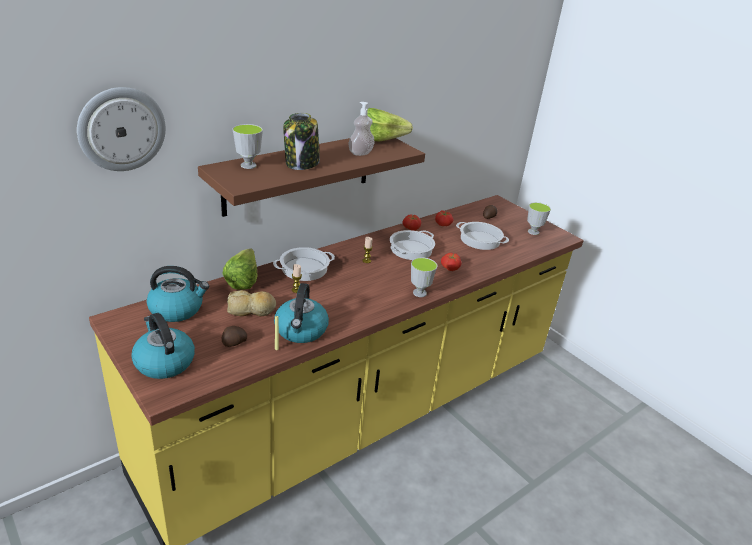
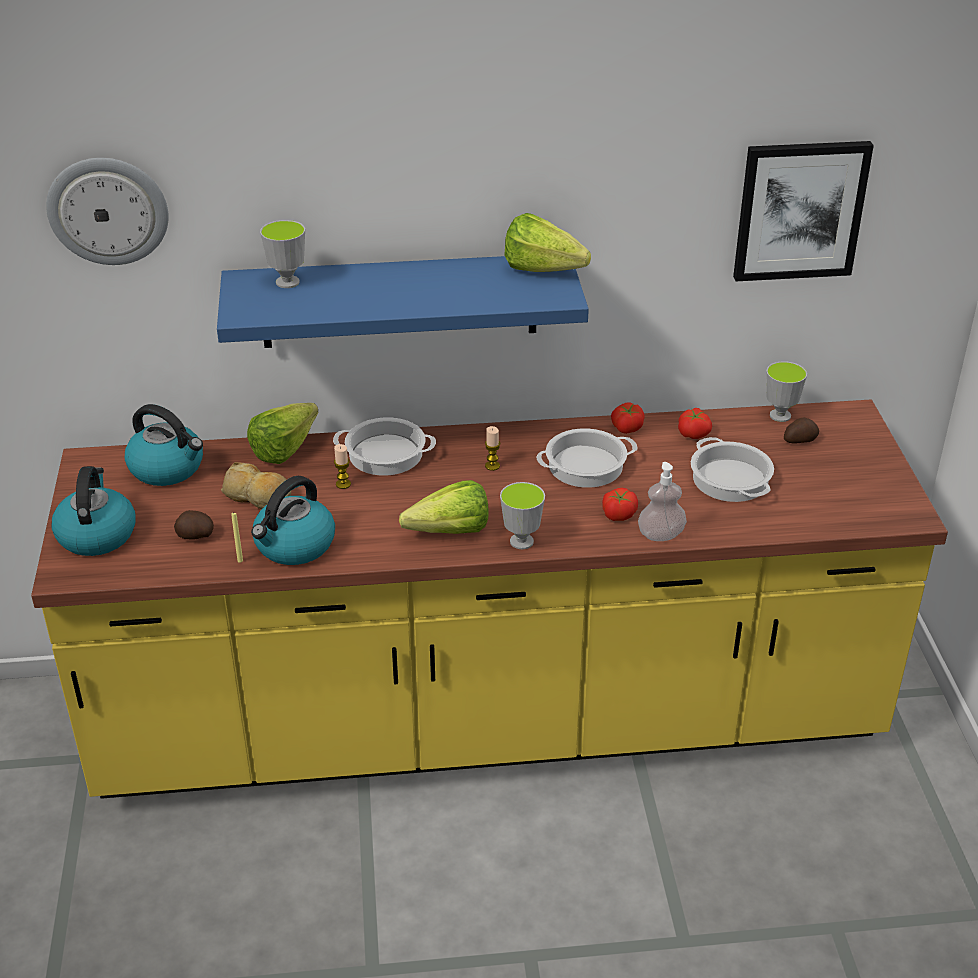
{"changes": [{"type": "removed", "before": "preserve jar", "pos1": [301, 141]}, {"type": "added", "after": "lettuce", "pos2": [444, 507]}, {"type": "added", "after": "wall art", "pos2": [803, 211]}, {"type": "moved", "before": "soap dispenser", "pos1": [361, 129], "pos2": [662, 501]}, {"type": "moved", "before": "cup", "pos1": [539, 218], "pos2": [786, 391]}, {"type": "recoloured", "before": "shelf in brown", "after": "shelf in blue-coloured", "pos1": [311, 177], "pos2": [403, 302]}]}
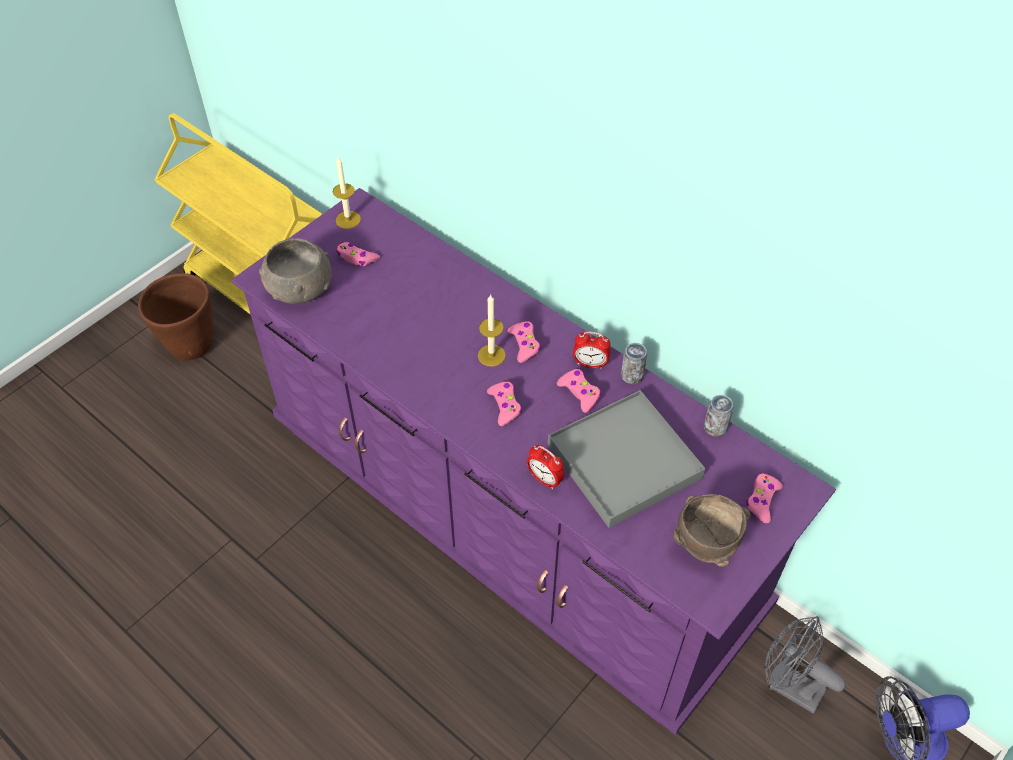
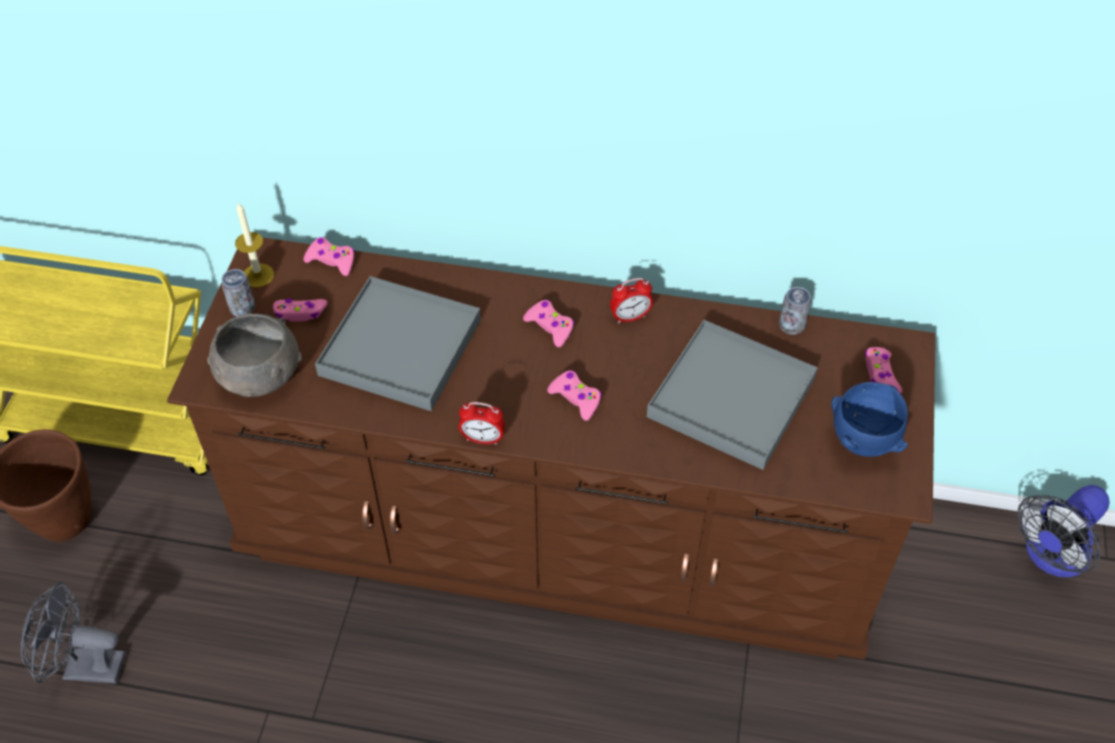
{"changes": [{"type": "removed", "before": "wax light", "pos1": [492, 330]}, {"type": "added", "after": "tray in gray", "pos2": [398, 343]}, {"type": "moved", "before": "bedside clock", "pos1": [545, 467], "pos2": [482, 423]}, {"type": "moved", "before": "joypad in pink-coloured", "pos1": [579, 391], "pos2": [329, 256]}, {"type": "moved", "before": "can", "pos1": [634, 363], "pos2": [238, 292]}, {"type": "moved", "before": "electric fan in gray", "pos1": [805, 665], "pos2": [73, 633]}, {"type": "recoloured", "before": "drawer chest in purple-coloured", "after": "drawer chest in brown", "pos1": [533, 461], "pos2": [551, 448]}, {"type": "recoloured", "before": "bowl in brown", "after": "bowl in blue-coloured", "pos1": [712, 530], "pos2": [869, 419]}]}
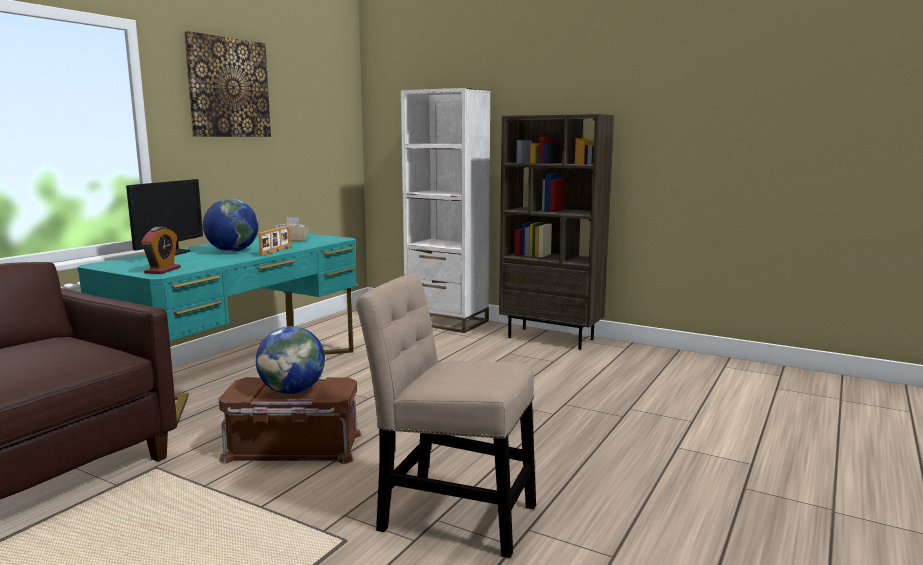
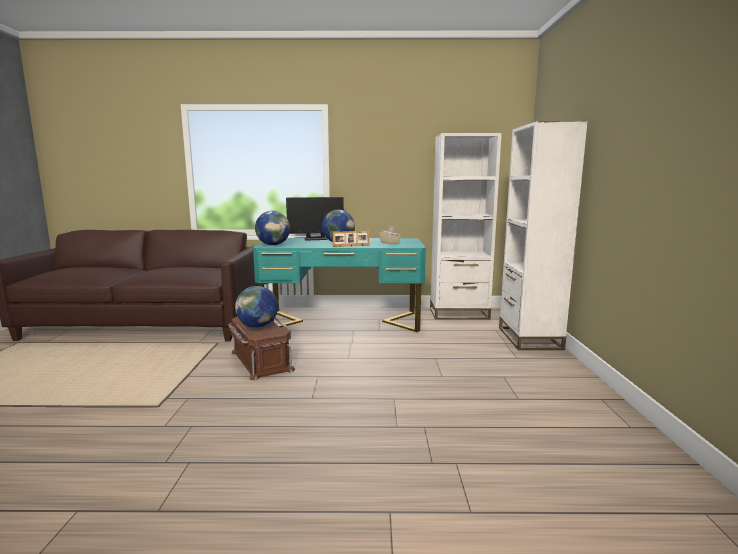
{"changes": [{"type": "removed", "before": "wall art", "pos1": [227, 84]}, {"type": "removed", "before": "chair in sand-coloured", "pos1": [446, 415]}, {"type": "removed", "before": "bookshelf in brown", "pos1": [556, 232]}, {"type": "added", "after": "bookshelf in whitish", "pos2": [466, 226]}, {"type": "replaced", "before": "bedside clock", "after": "desk globe", "pos1": [161, 250], "pos2": [272, 228]}]}
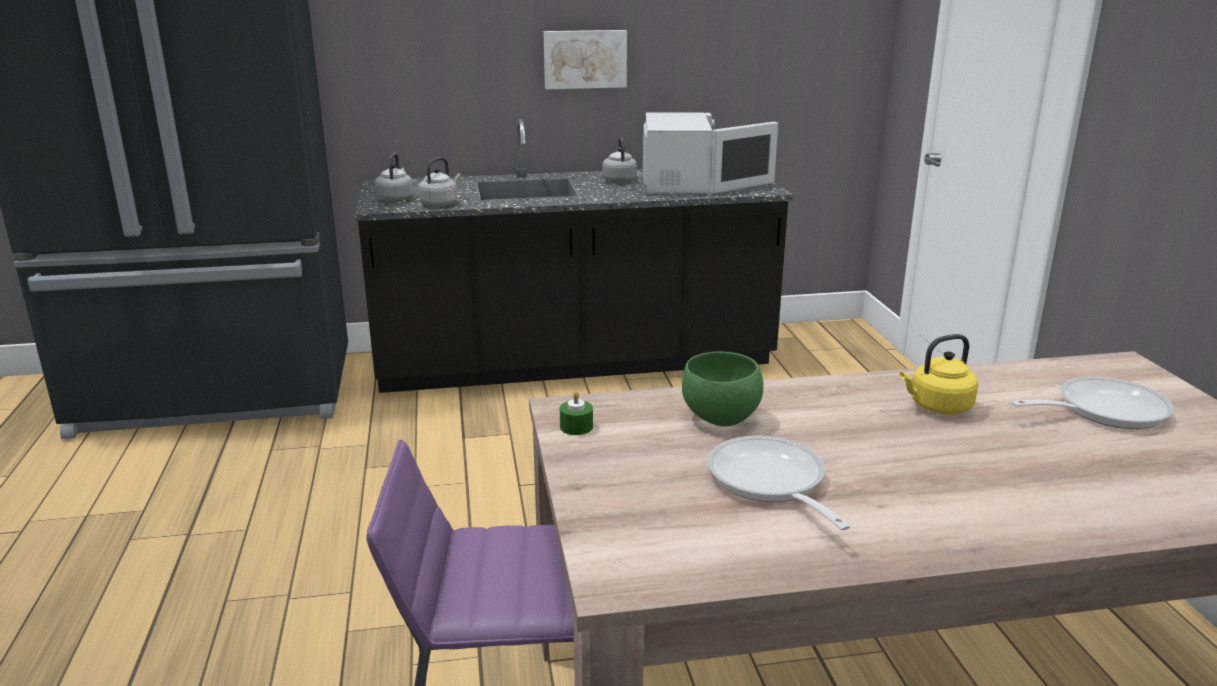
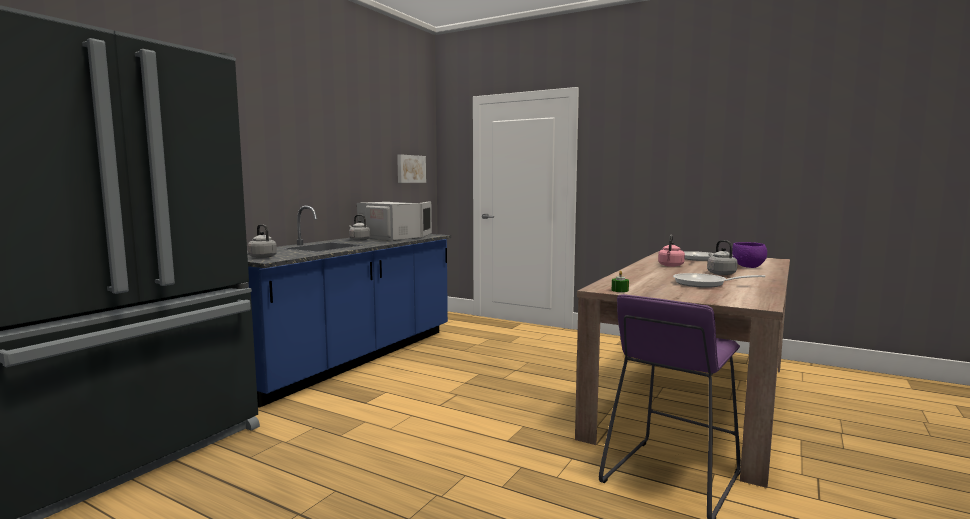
{"changes": [{"type": "removed", "before": "bowl in green-coloured", "pos1": [722, 389]}, {"type": "added", "after": "bowl in purple-coloured", "pos2": [749, 255]}, {"type": "moved", "before": "kettle in gray", "pos1": [439, 182], "pos2": [722, 257]}, {"type": "moved", "before": "wall art", "pos1": [585, 59], "pos2": [411, 168]}, {"type": "recoloured", "before": "counter in black-coloured", "after": "counter in blue-coloured", "pos1": [574, 256], "pos2": [349, 307]}, {"type": "recoloured", "before": "kettle in yellow", "after": "kettle in pink-coloured", "pos1": [939, 374], "pos2": [671, 251]}]}
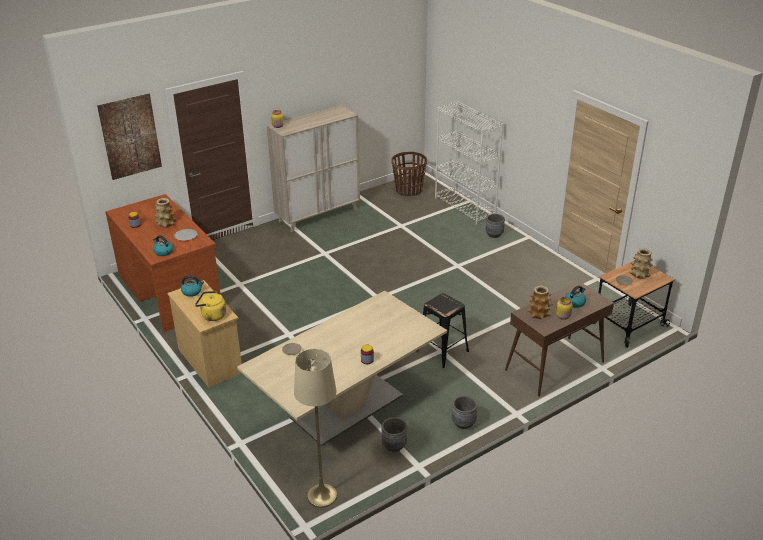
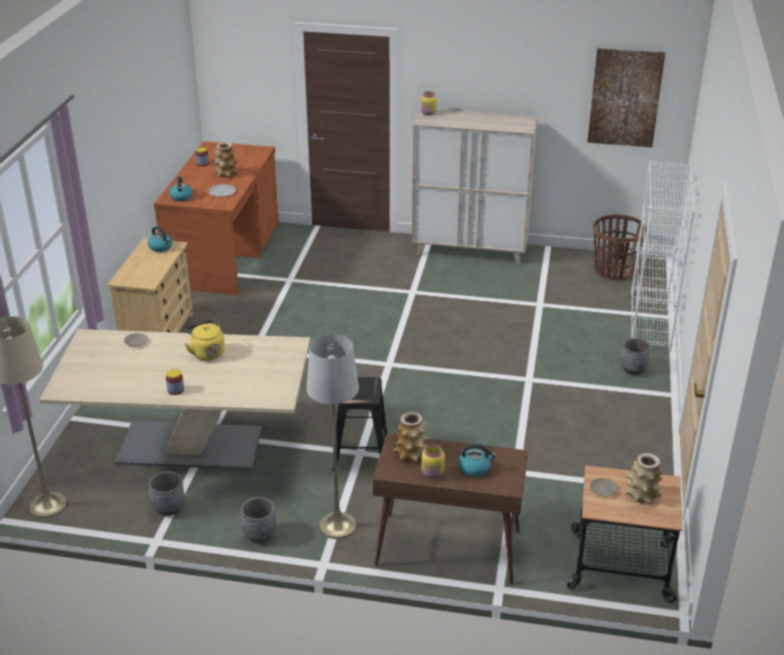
{"changes": [{"type": "added", "after": "standard lamp in gray", "pos2": [333, 436]}, {"type": "moved", "before": "wall art", "pos1": [129, 137], "pos2": [626, 97]}, {"type": "moved", "before": "kettle in yellow", "pos1": [210, 306], "pos2": [205, 340]}]}
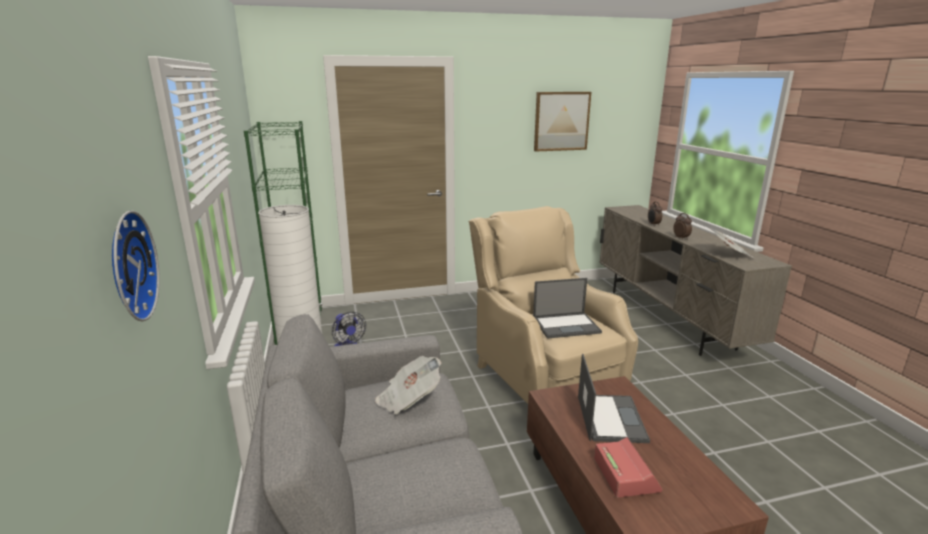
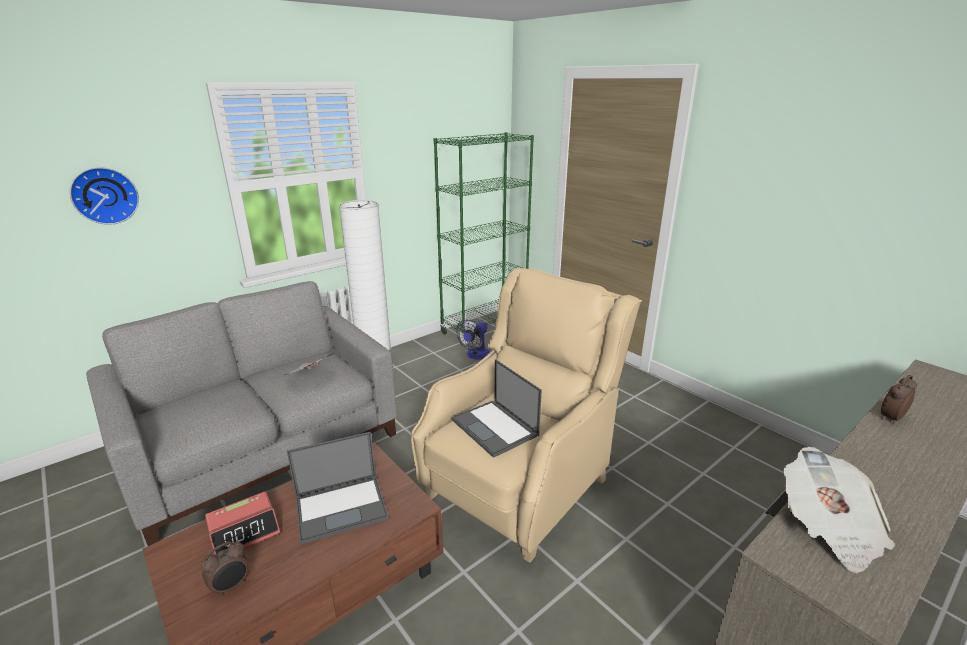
{"changes": [{"type": "removed", "before": "wall art", "pos1": [562, 122]}, {"type": "moved", "before": "bedside clock", "pos1": [682, 226], "pos2": [225, 569]}]}
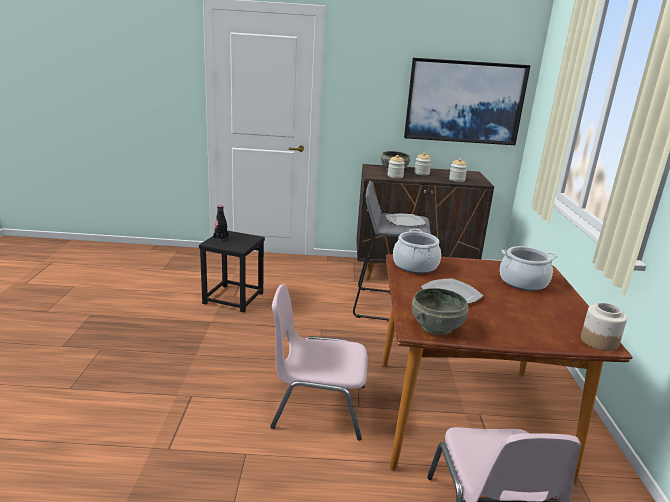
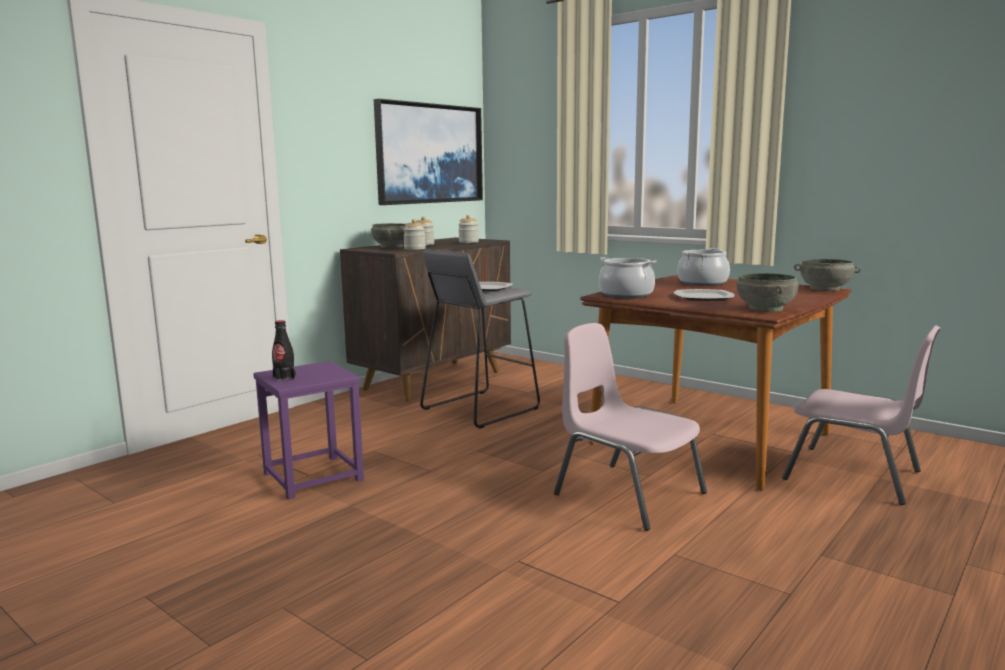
{"changes": [{"type": "replaced", "before": "preserve jar", "after": "bowl in gray", "pos1": [604, 327], "pos2": [827, 275]}, {"type": "recoloured", "before": "sitting stool in black-coloured", "after": "sitting stool in purple-coloured", "pos1": [232, 272], "pos2": [308, 430]}, {"type": "turned", "before": "chair in pink-coloured", "pos1": [319, 362], "pos2": [630, 427], "turn": 90}]}
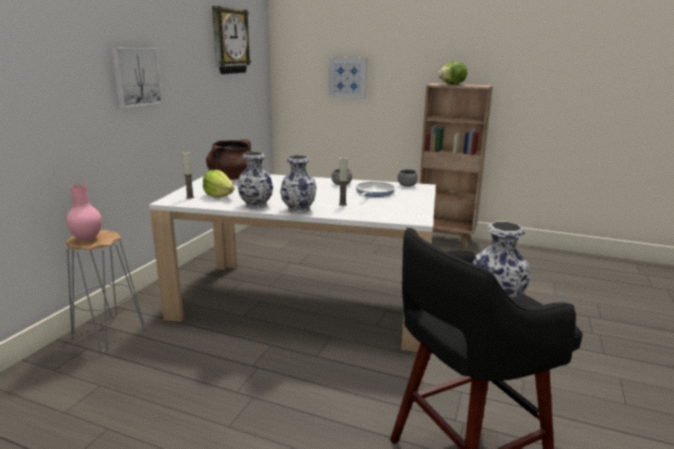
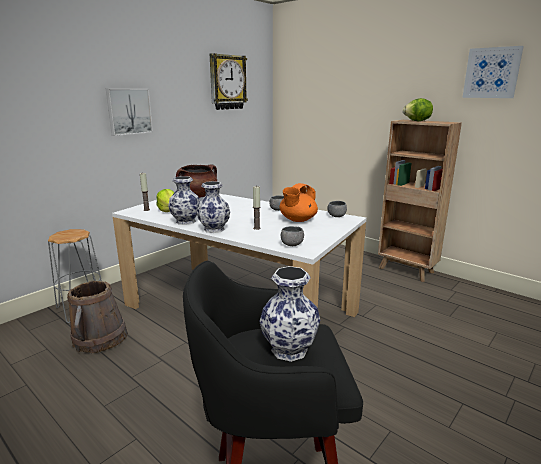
{"changes": [{"type": "removed", "before": "flower vase in pink-coloured", "pos1": [84, 212]}, {"type": "added", "after": "water bucket in brown", "pos2": [97, 317]}, {"type": "added", "after": "bowl in gray", "pos2": [292, 236]}, {"type": "moved", "before": "wall art", "pos1": [348, 78], "pos2": [493, 72]}, {"type": "replaced", "before": "skillet", "after": "teapot in orange", "pos1": [375, 189], "pos2": [298, 202]}]}
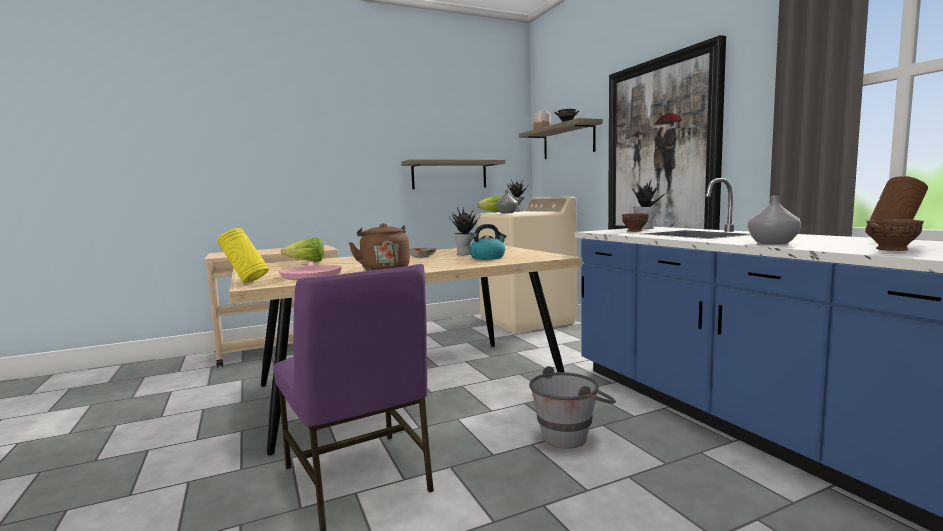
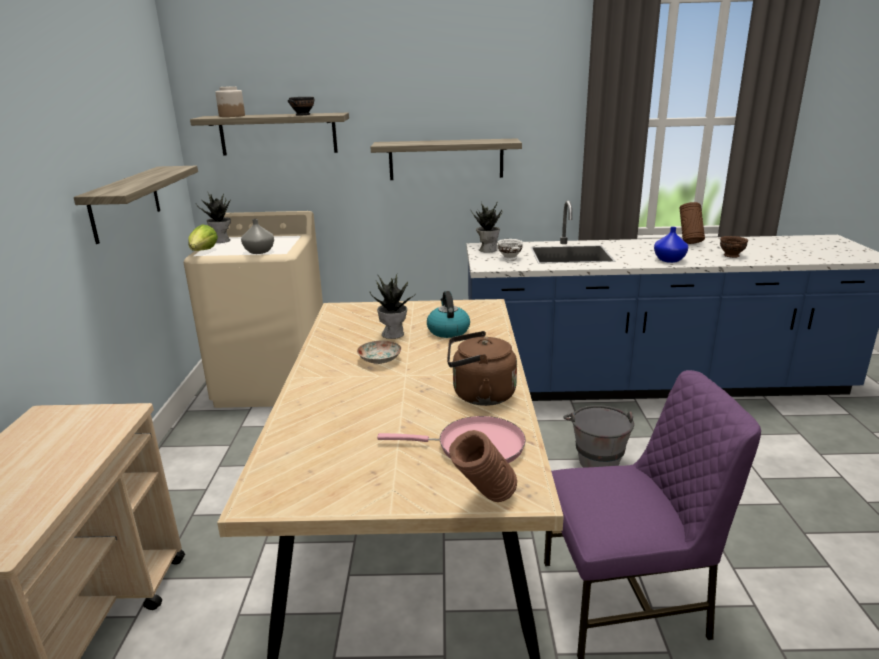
{"changes": [{"type": "removed", "before": "lettuce", "pos1": [302, 249]}, {"type": "replaced", "before": "wall art", "after": "shelf", "pos1": [667, 132], "pos2": [446, 159]}, {"type": "recoloured", "before": "flower vase in yellow", "after": "flower vase in brown", "pos1": [243, 255], "pos2": [483, 466]}, {"type": "recoloured", "before": "bowl in brown", "after": "bowl in whitish", "pos1": [635, 222], "pos2": [510, 249]}, {"type": "recoloured", "before": "flower vase in gray", "after": "flower vase in blue-coloured", "pos1": [774, 219], "pos2": [671, 245]}]}
